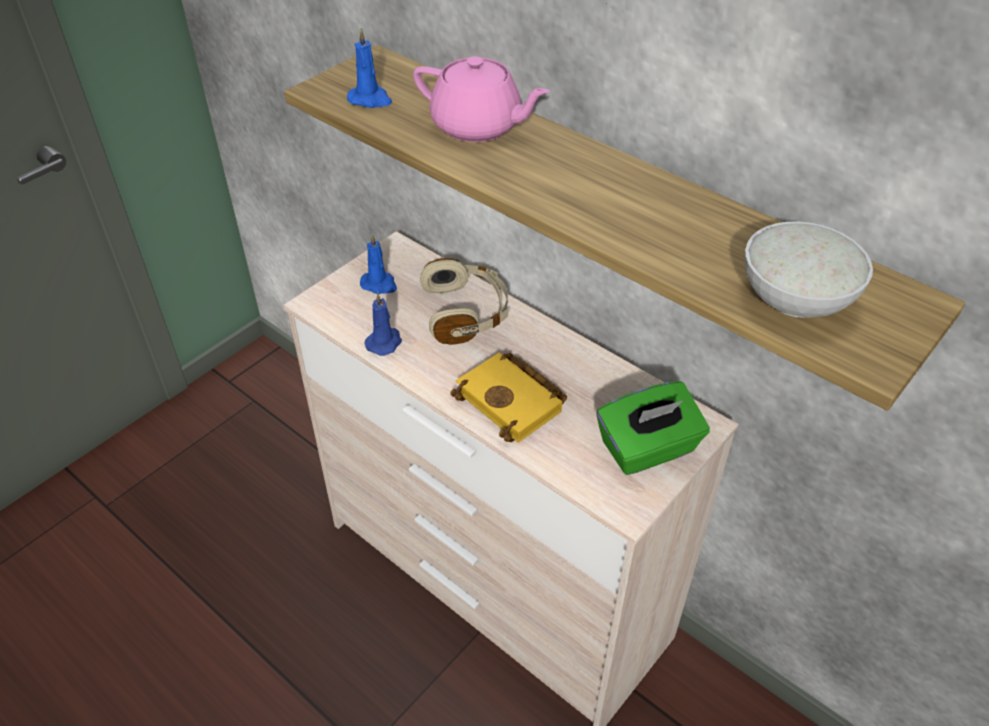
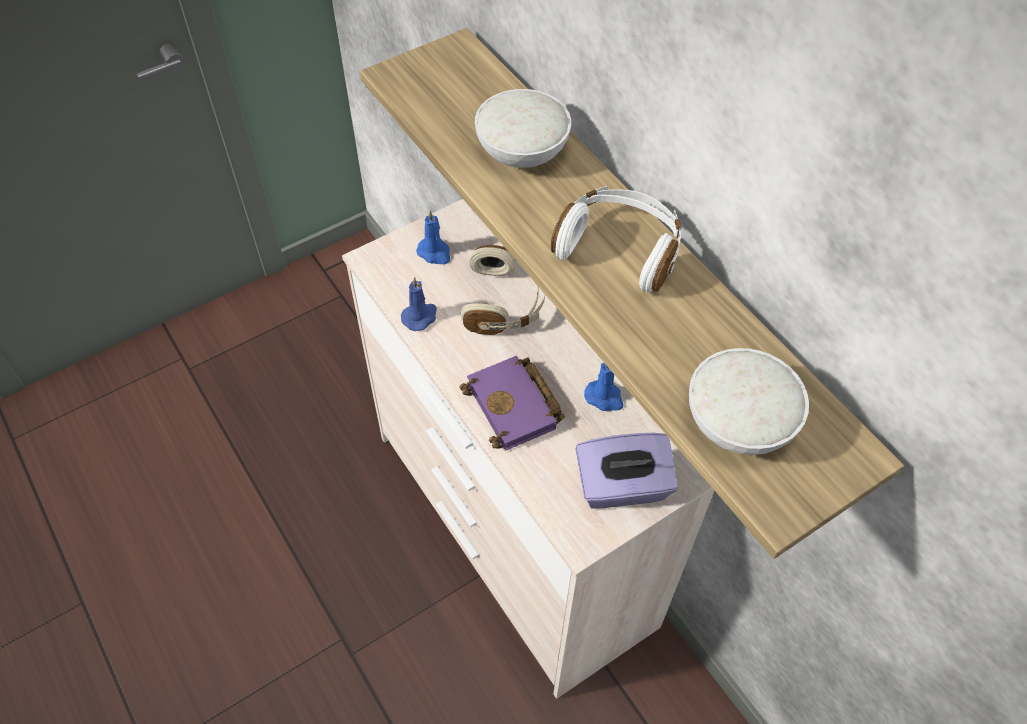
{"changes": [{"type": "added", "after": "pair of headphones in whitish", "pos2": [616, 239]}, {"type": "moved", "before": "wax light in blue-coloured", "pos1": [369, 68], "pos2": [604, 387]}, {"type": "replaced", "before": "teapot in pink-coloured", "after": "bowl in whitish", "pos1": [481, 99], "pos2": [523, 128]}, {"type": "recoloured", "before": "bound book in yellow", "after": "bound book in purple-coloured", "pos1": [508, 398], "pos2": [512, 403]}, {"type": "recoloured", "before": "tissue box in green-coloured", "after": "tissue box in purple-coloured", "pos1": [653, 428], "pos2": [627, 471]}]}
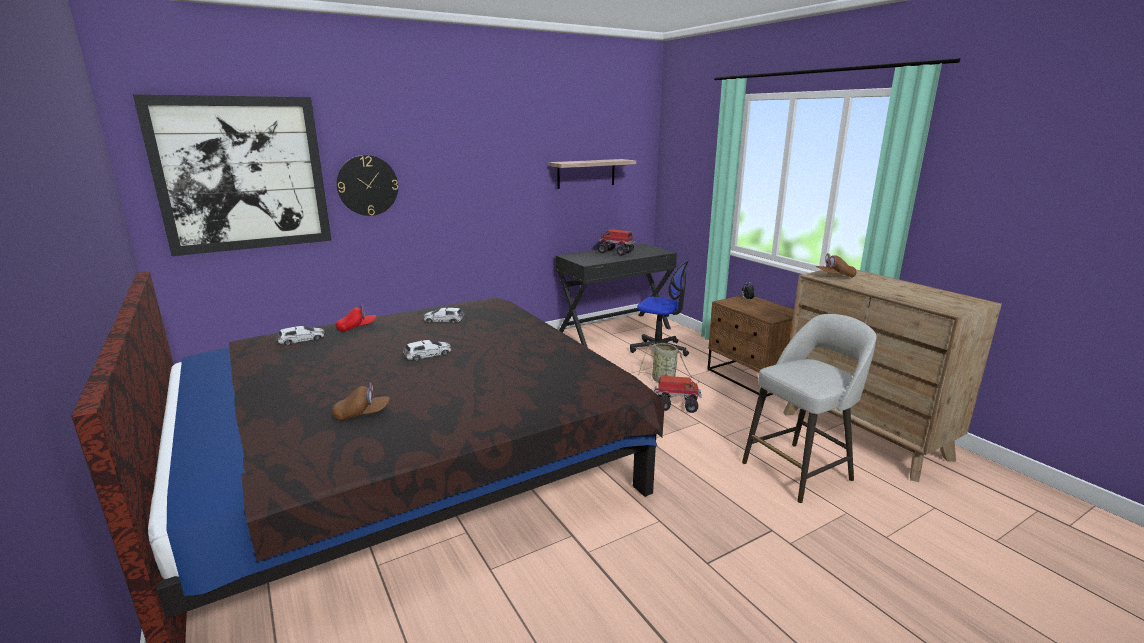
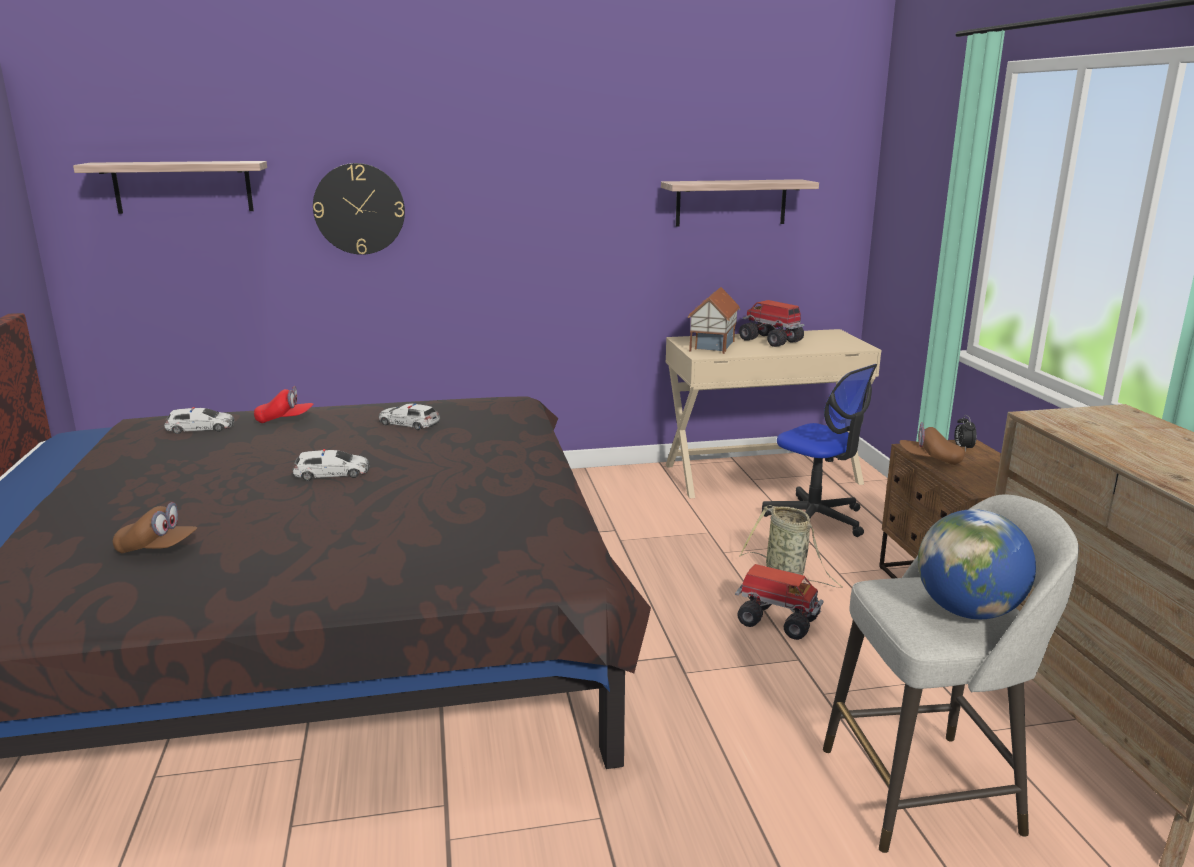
{"changes": [{"type": "added", "after": "toy house", "pos2": [713, 320]}, {"type": "added", "after": "desk globe", "pos2": [977, 564]}, {"type": "moved", "before": "baseball cap in brown", "pos1": [836, 265], "pos2": [932, 443]}, {"type": "replaced", "before": "wall art", "after": "shelf", "pos1": [232, 175], "pos2": [170, 187]}, {"type": "recoloured", "before": "desk unit in black-coloured", "after": "desk unit in sand-coloured", "pos1": [616, 296], "pos2": [773, 413]}]}
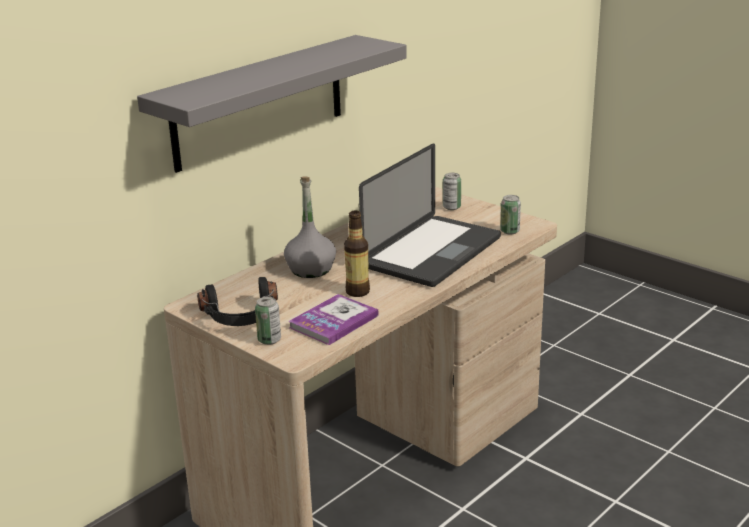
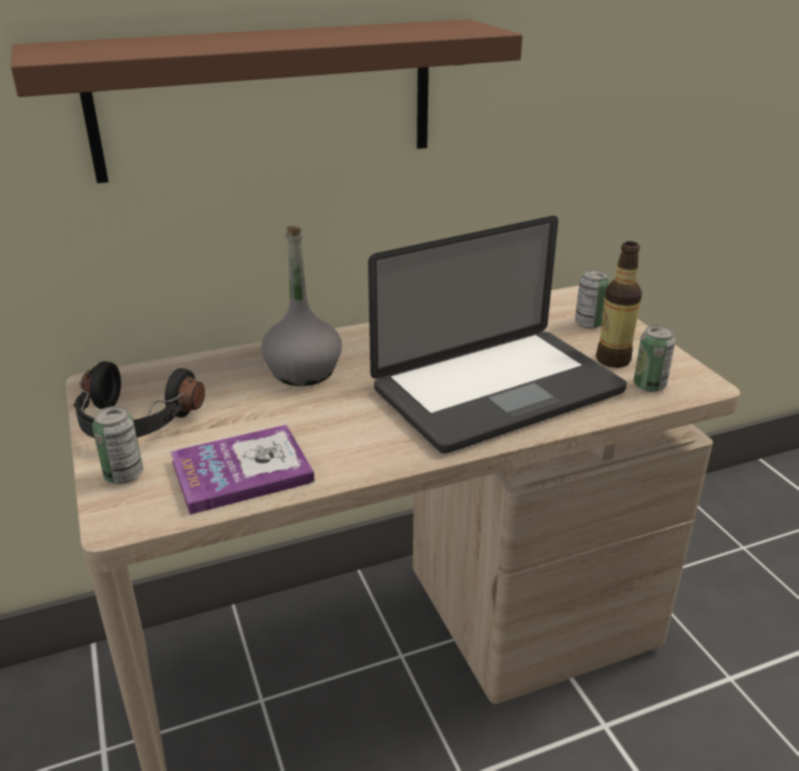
{"changes": [{"type": "moved", "before": "drink bottle", "pos1": [357, 253], "pos2": [619, 304]}, {"type": "recoloured", "before": "shelf in gray", "after": "shelf in brown", "pos1": [272, 104], "pos2": [267, 101]}]}
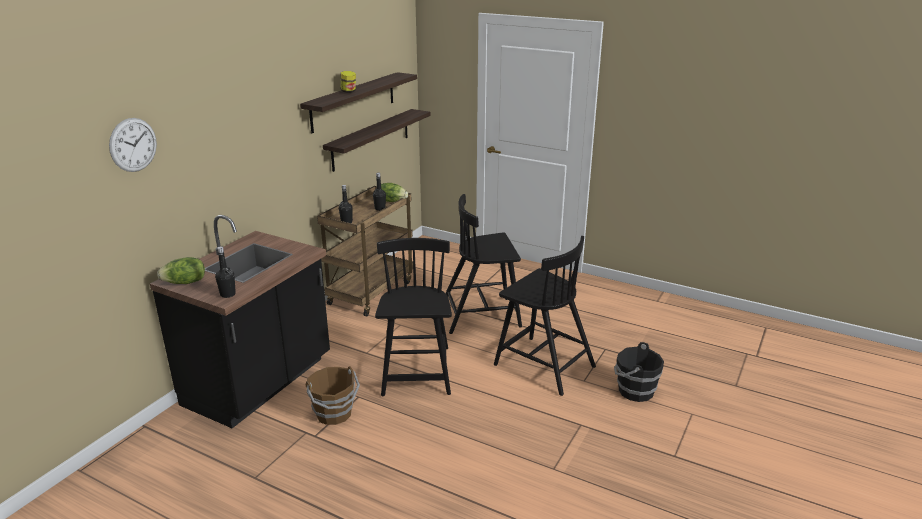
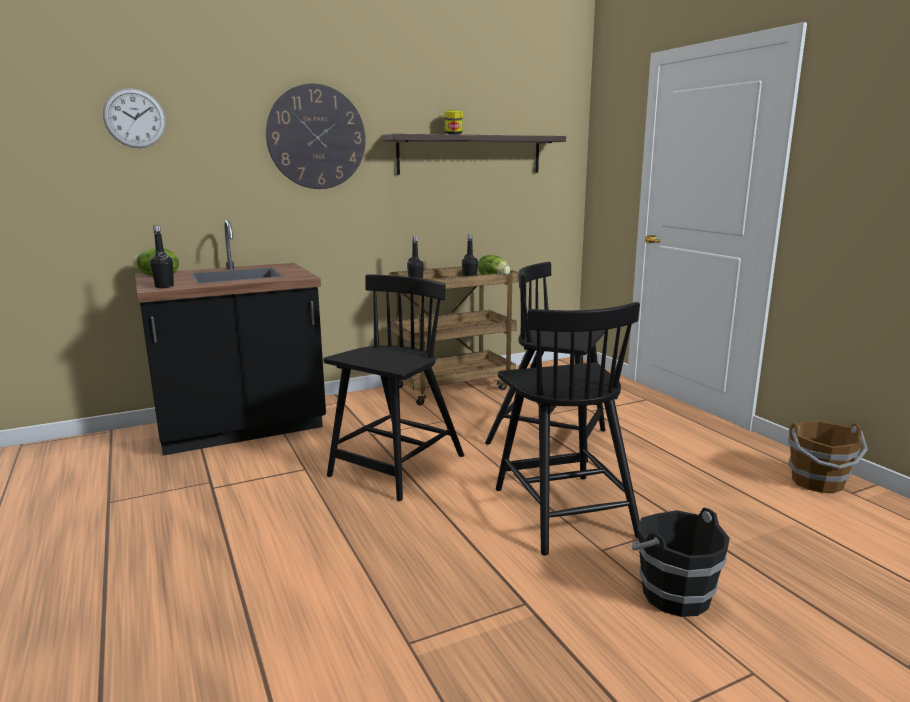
{"changes": [{"type": "removed", "before": "shelf", "pos1": [377, 140]}, {"type": "added", "after": "clock on the wall", "pos2": [316, 136]}, {"type": "moved", "before": "water bucket in brown", "pos1": [333, 395], "pos2": [828, 457]}]}
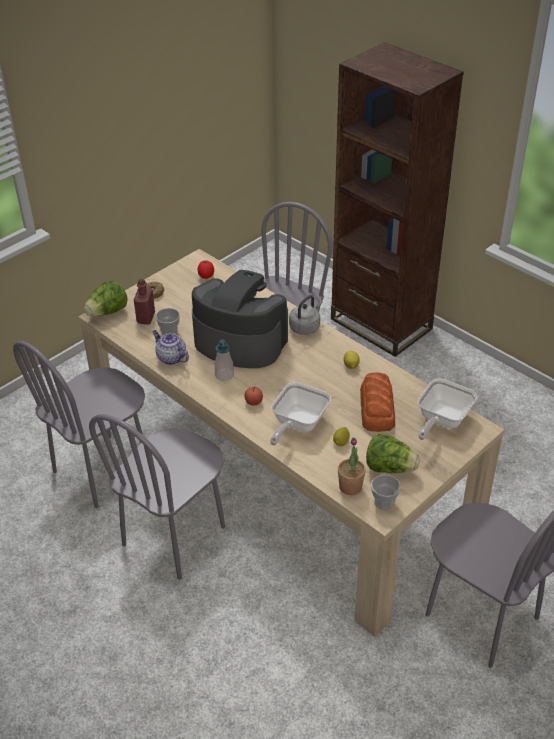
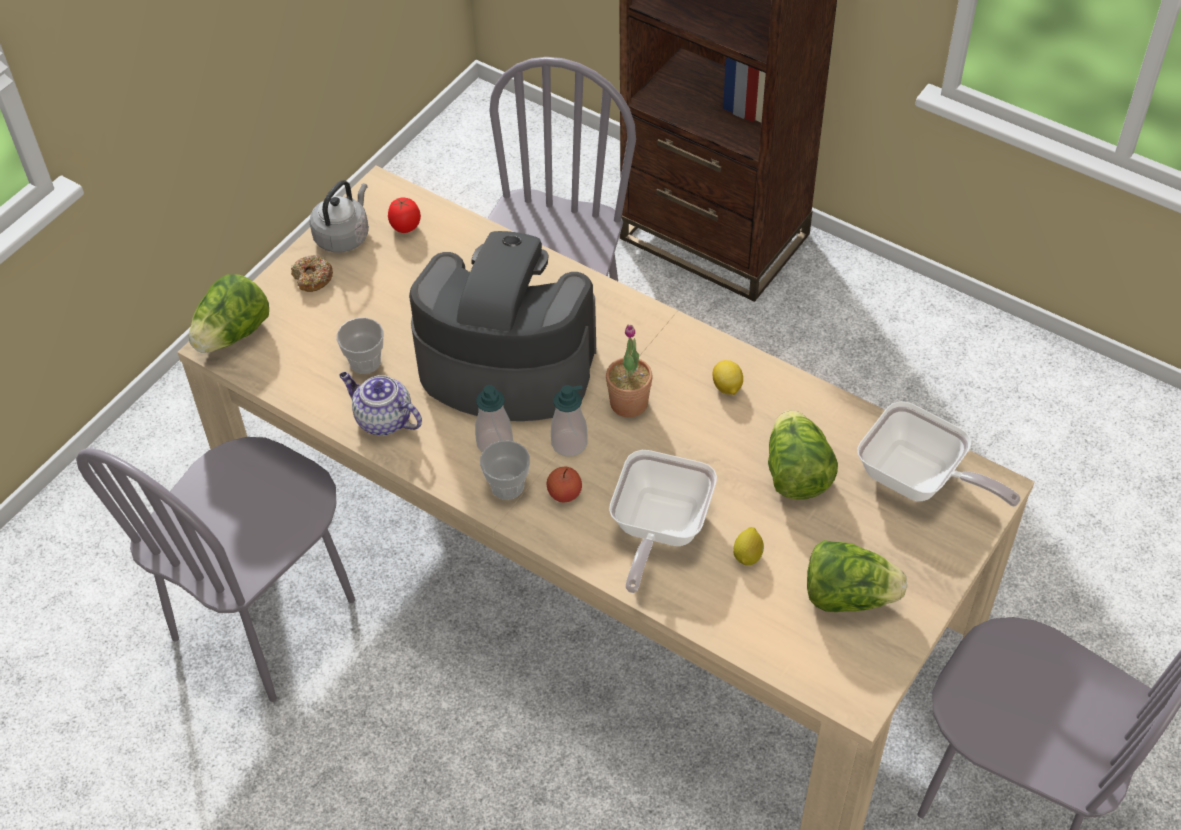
{"changes": [{"type": "removed", "before": "chair in gray", "pos1": [157, 497]}, {"type": "removed", "before": "drink bottle in red-coloured", "pos1": [144, 301]}, {"type": "added", "after": "soap dispenser", "pos2": [569, 420]}, {"type": "moved", "before": "kettle in gray", "pos1": [306, 315], "pos2": [339, 216]}, {"type": "moved", "before": "houseplant", "pos1": [352, 466], "pos2": [629, 371]}, {"type": "moved", "before": "cup", "pos1": [386, 492], "pos2": [505, 470]}, {"type": "replaced", "before": "bread", "after": "lettuce", "pos1": [377, 402], "pos2": [803, 455]}, {"type": "turned", "before": "skillet", "pos1": [448, 409], "pos2": [938, 454], "turn": -75}]}
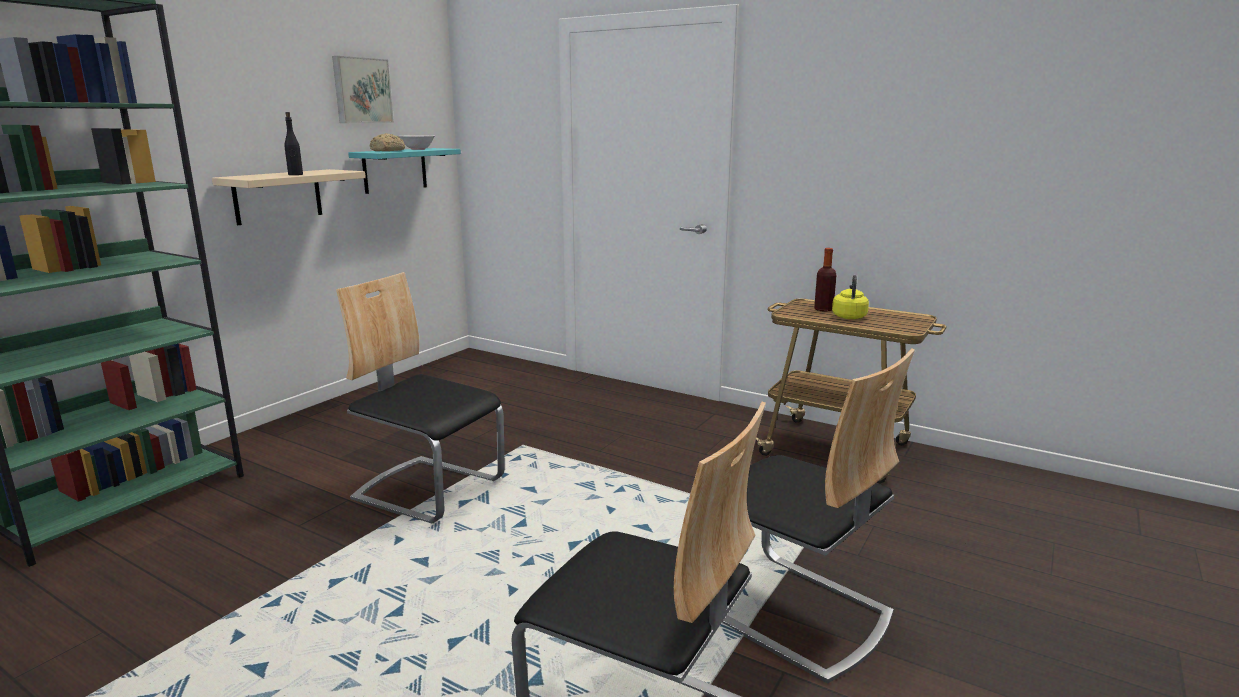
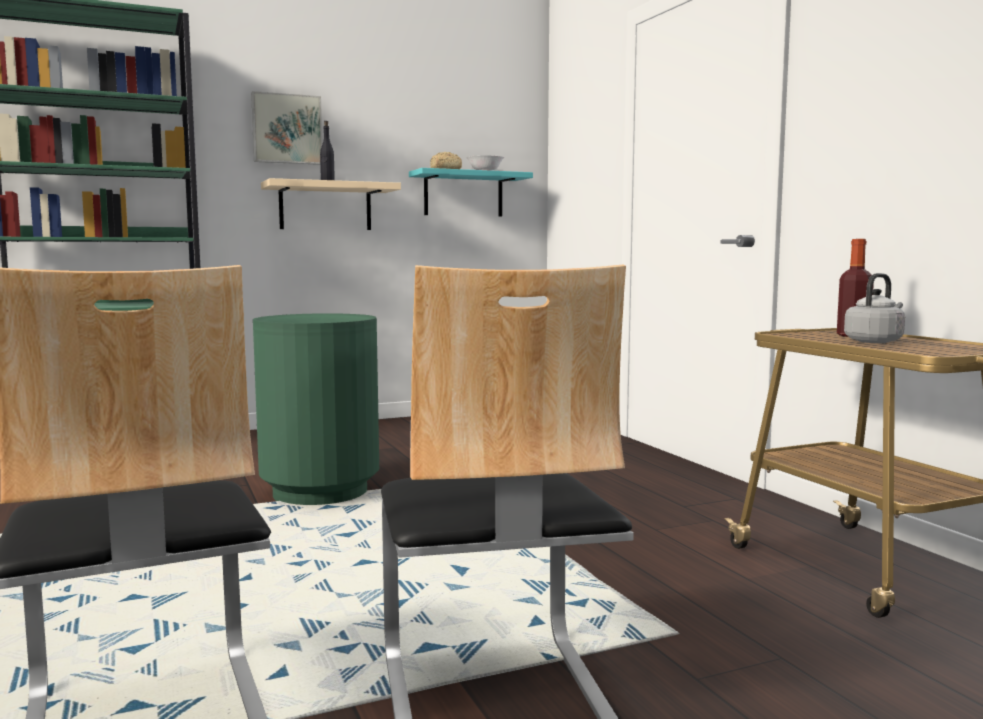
{"changes": [{"type": "moved", "before": "wall art", "pos1": [363, 89], "pos2": [286, 128]}, {"type": "replaced", "before": "chair", "after": "trash can in green-coloured", "pos1": [420, 398], "pos2": [316, 409]}, {"type": "recoloured", "before": "kettle in yellow", "after": "kettle in gray", "pos1": [850, 297], "pos2": [874, 308]}]}
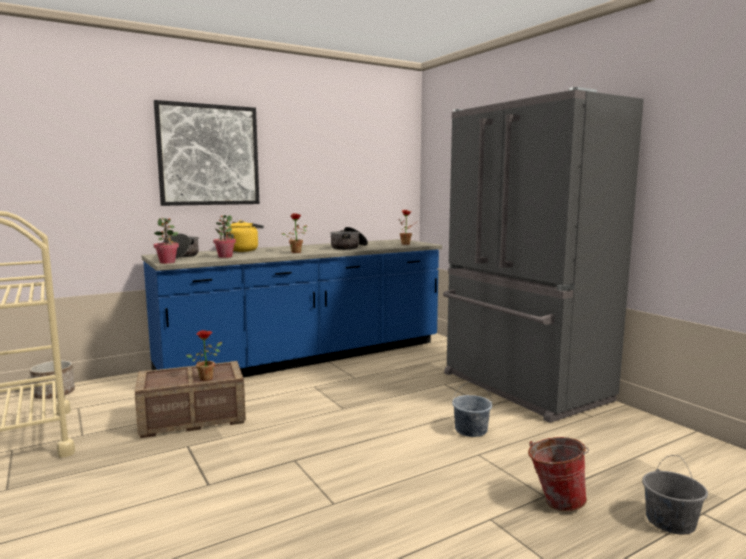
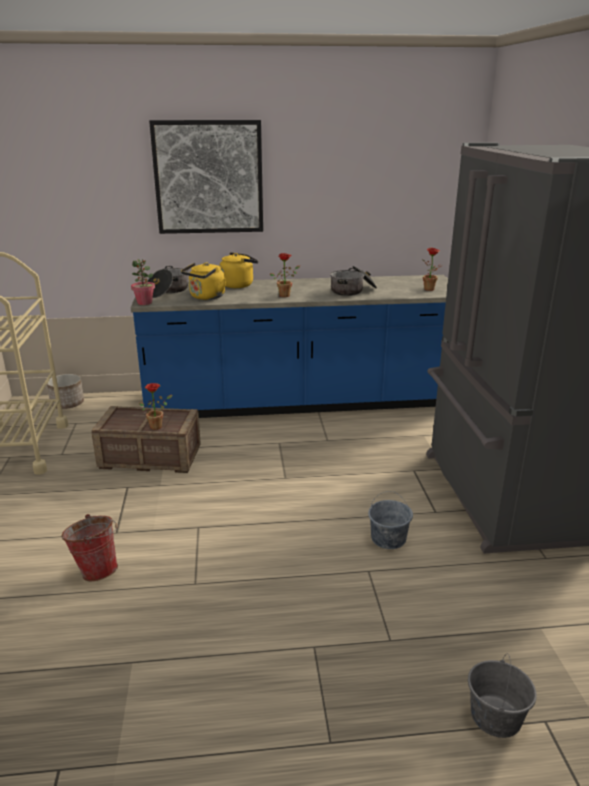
{"changes": [{"type": "moved", "before": "water bucket", "pos1": [558, 474], "pos2": [90, 547]}, {"type": "replaced", "before": "houseplant", "after": "kettle in yellow", "pos1": [224, 236], "pos2": [203, 281]}]}
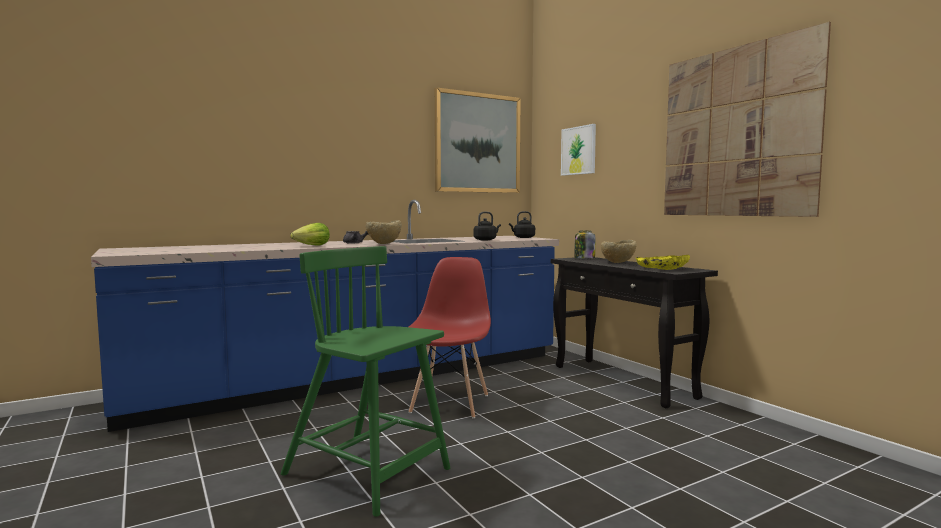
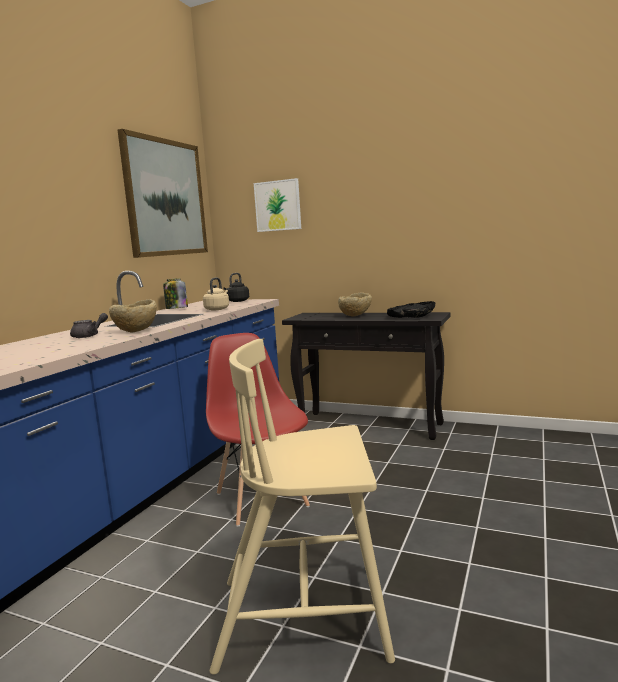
{"changes": [{"type": "removed", "before": "lettuce", "pos1": [310, 234]}, {"type": "removed", "before": "wall art", "pos1": [747, 119]}, {"type": "moved", "before": "preserve jar", "pos1": [584, 244], "pos2": [175, 293]}, {"type": "recoloured", "before": "chair in green-coloured", "after": "chair in sand-coloured", "pos1": [365, 381], "pos2": [302, 507]}, {"type": "recoloured", "before": "kettle in black-coloured", "after": "kettle in sand-coloured", "pos1": [487, 226], "pos2": [216, 293]}, {"type": "recoloured", "before": "bowl in yellow", "after": "bowl in black-coloured", "pos1": [663, 262], "pos2": [411, 309]}]}
